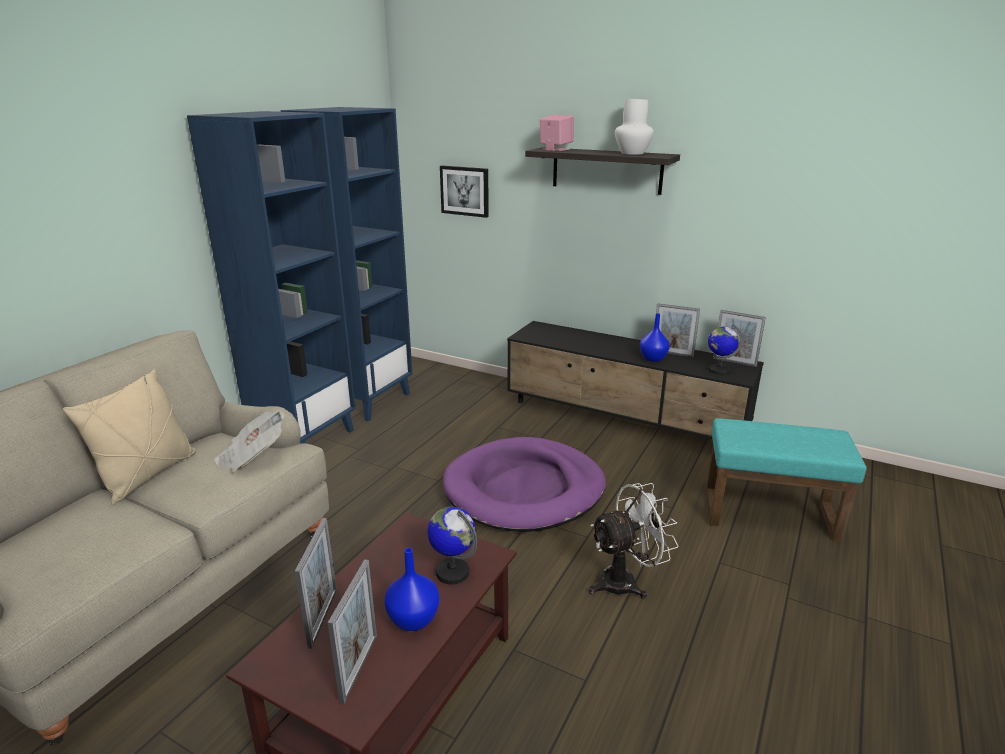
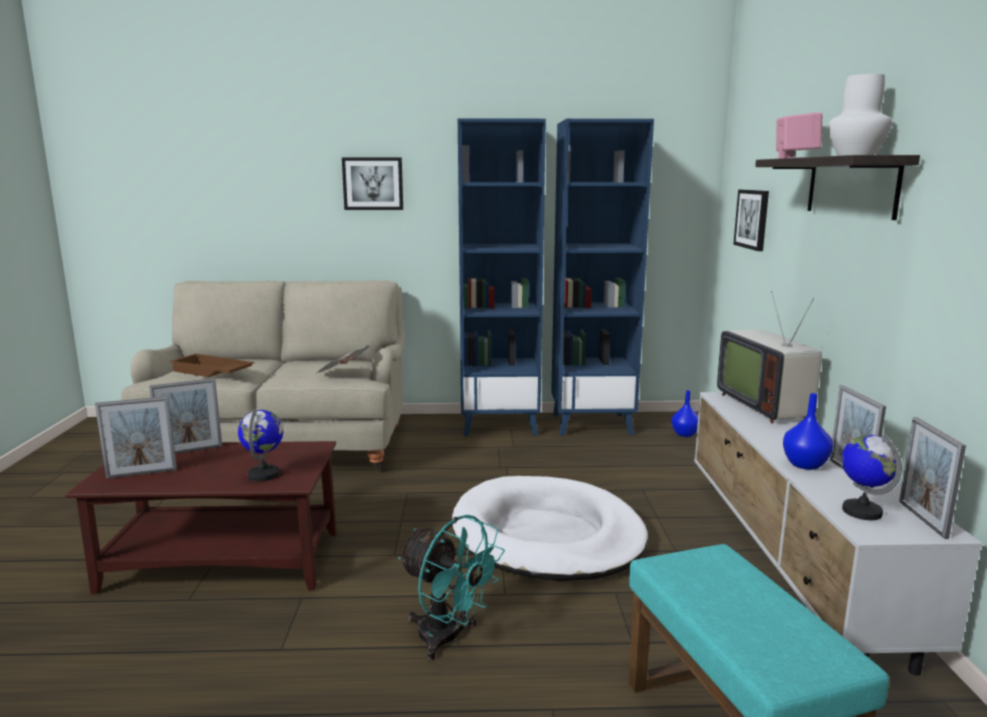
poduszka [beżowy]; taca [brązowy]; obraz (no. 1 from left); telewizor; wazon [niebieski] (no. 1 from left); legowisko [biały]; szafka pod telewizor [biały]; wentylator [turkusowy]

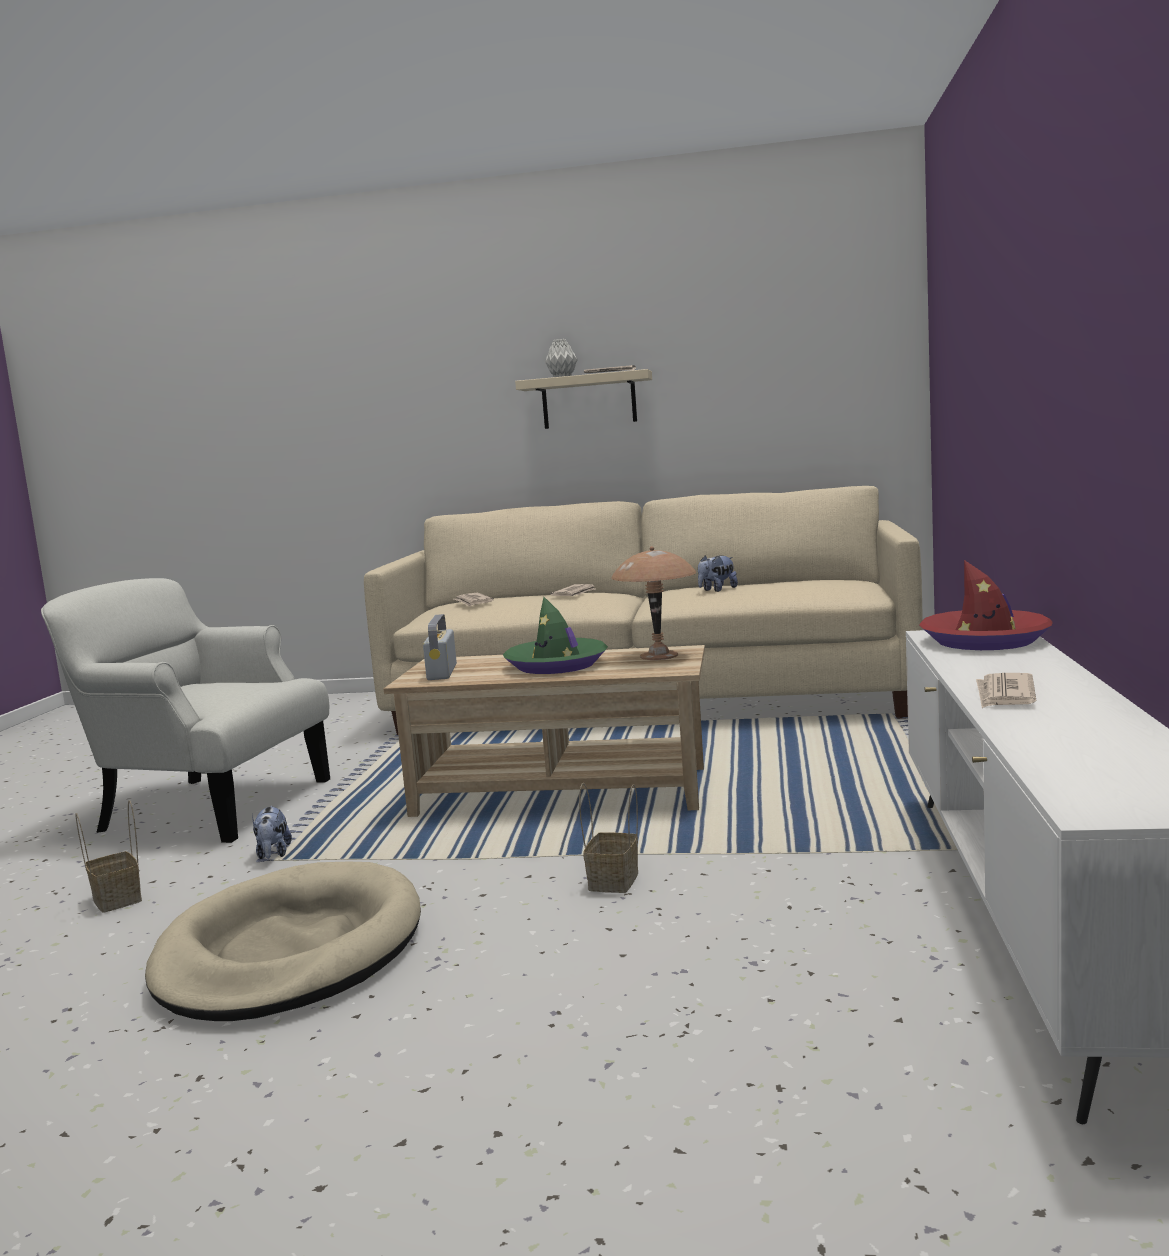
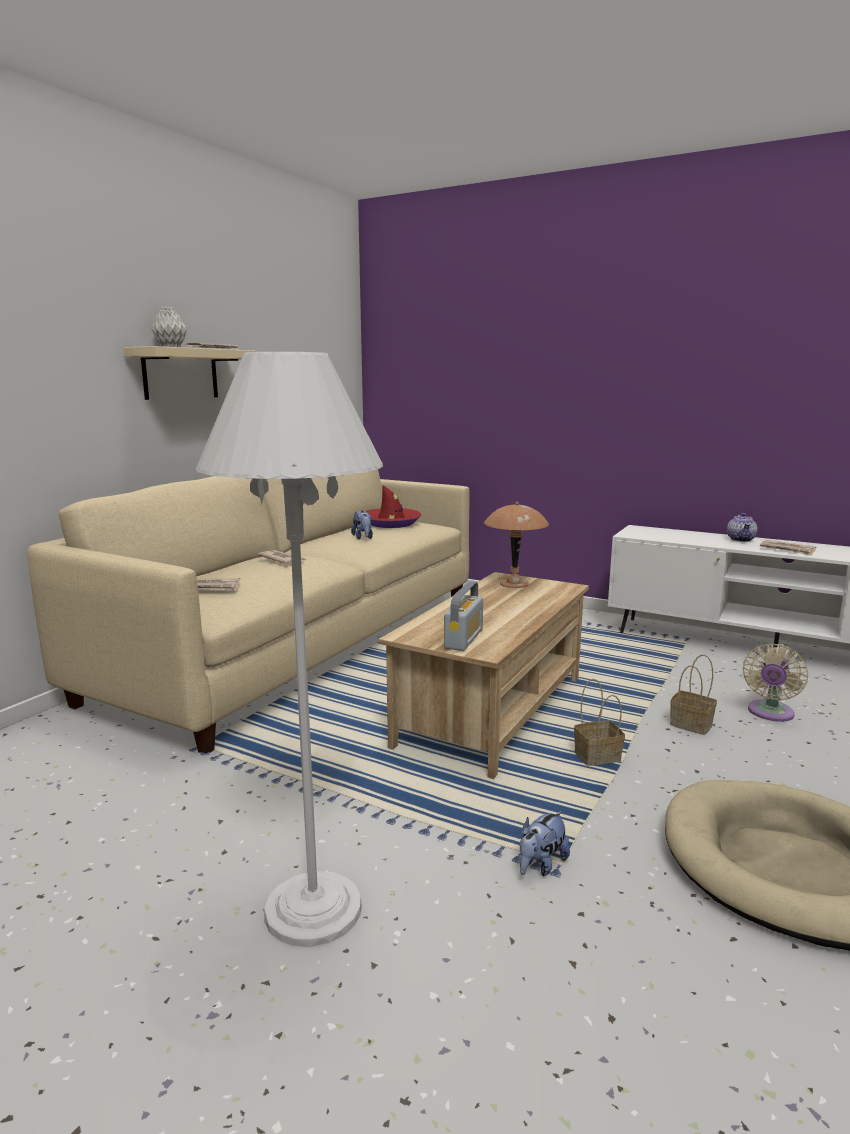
kapelusz [zielony]; imbryk; wentylator [beżowy]; koszyk (no. 1 from left); kapelusz [czerwony]; lampa stojąca [biały]; pluszak (no. 2 from left); radio

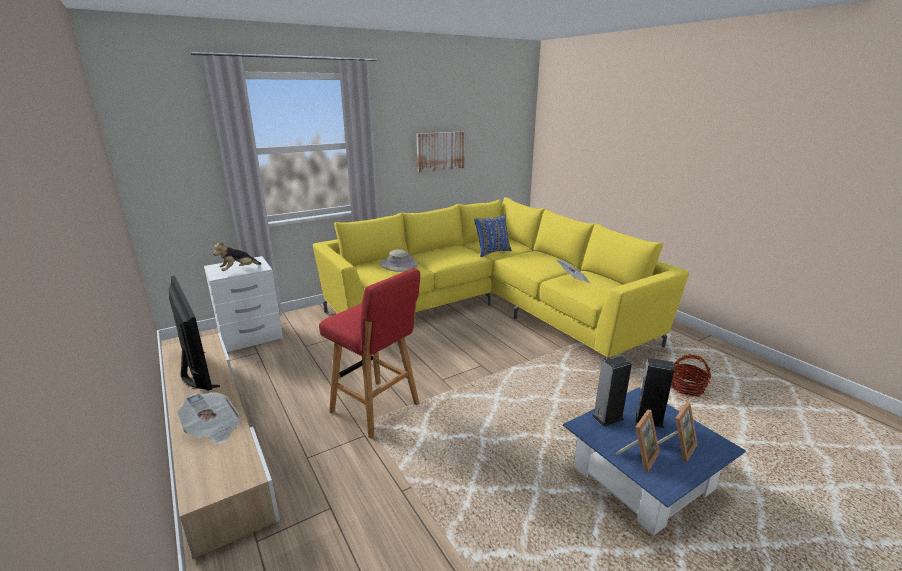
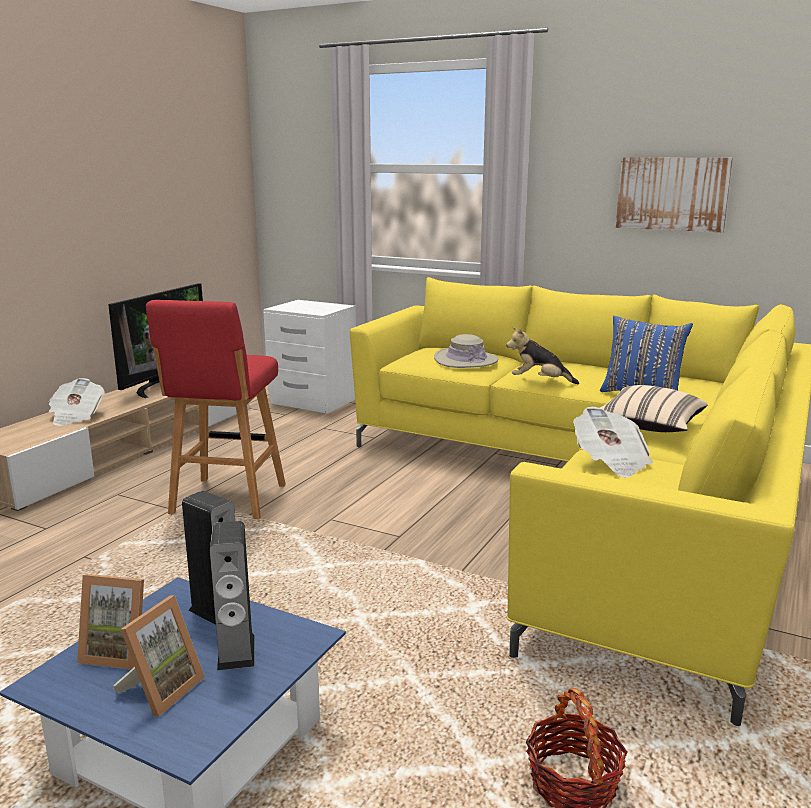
poduszka [beżowy]; pluszak; ramka na zdjęcie (no. 2 from left)

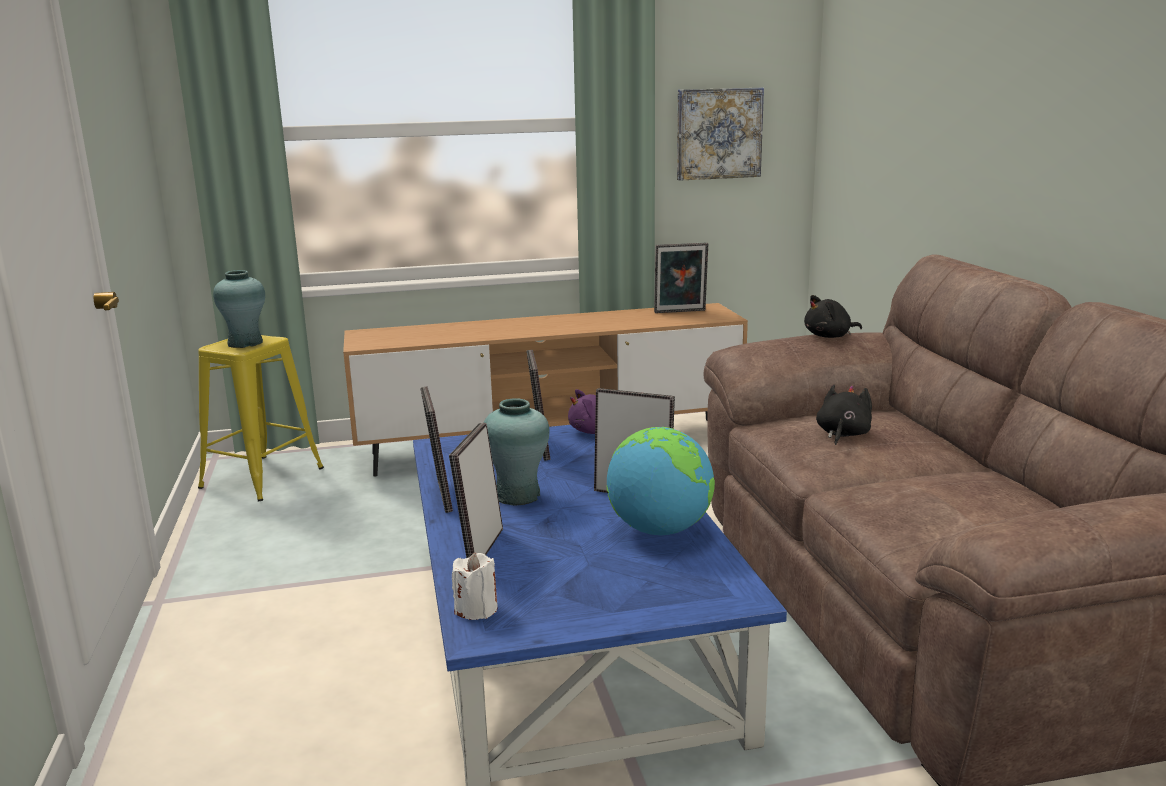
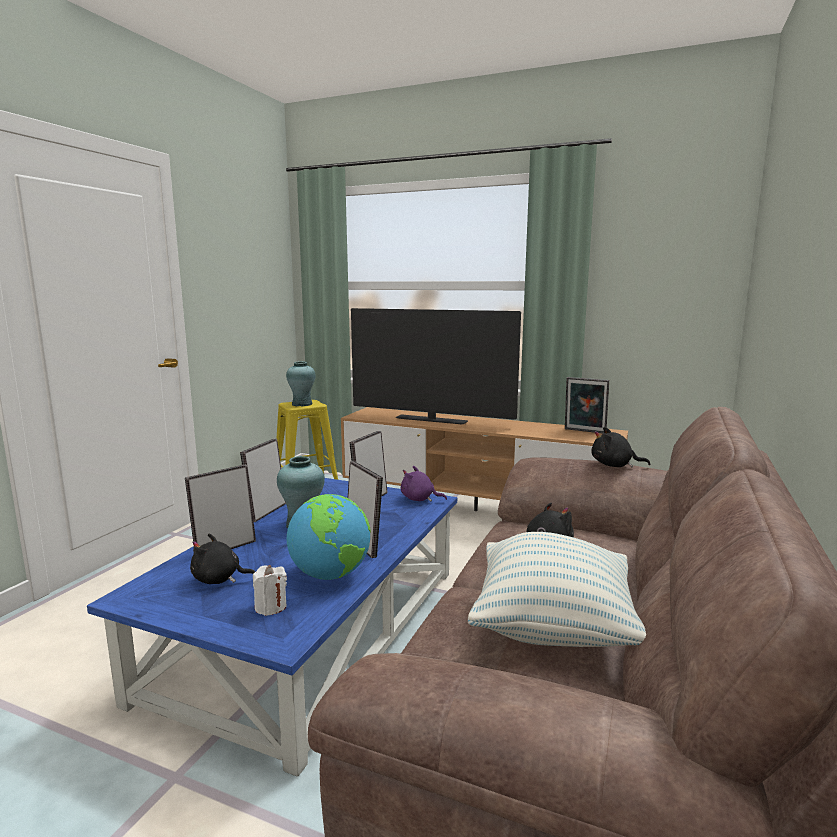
obraz; pluszak [czarny] (no. 1 from left); telewizor; poduszka; świeca [biały]

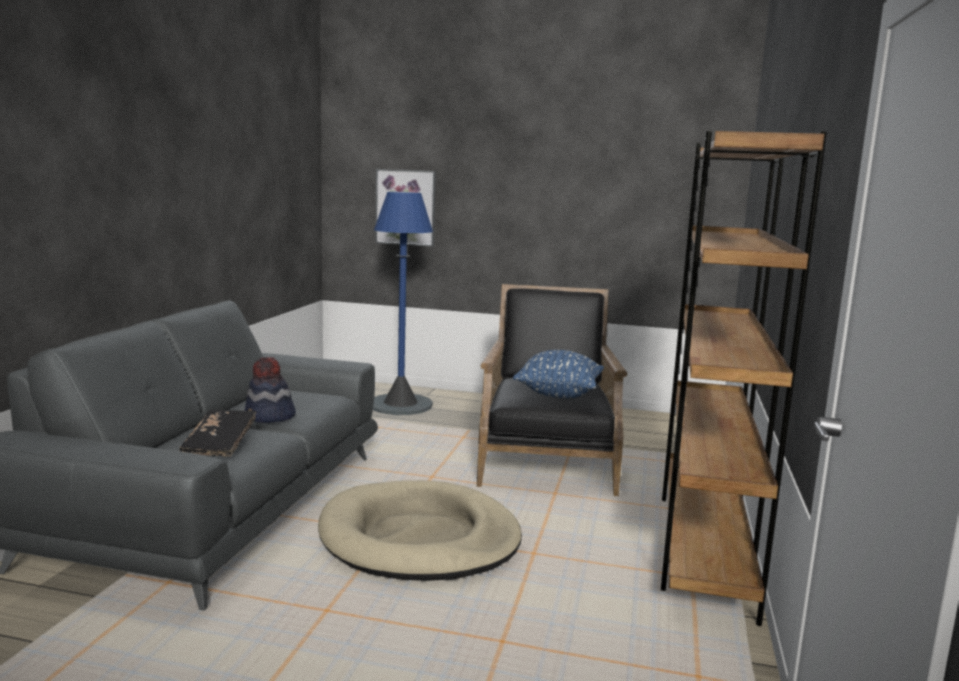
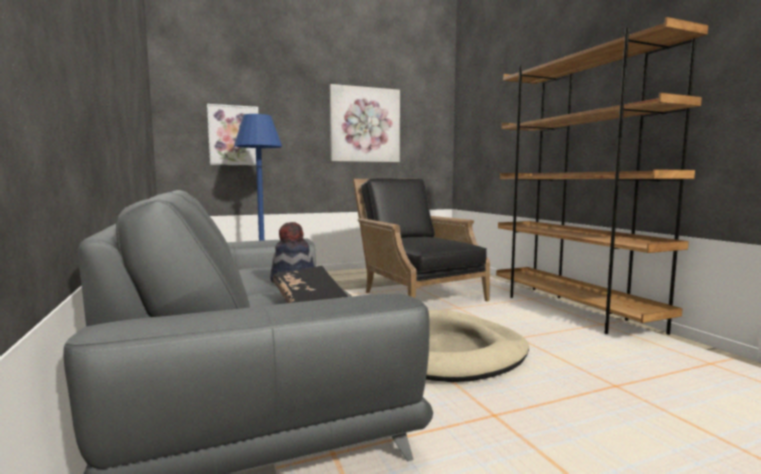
poduszka [niebieski]; obraz (no. 2 from left)

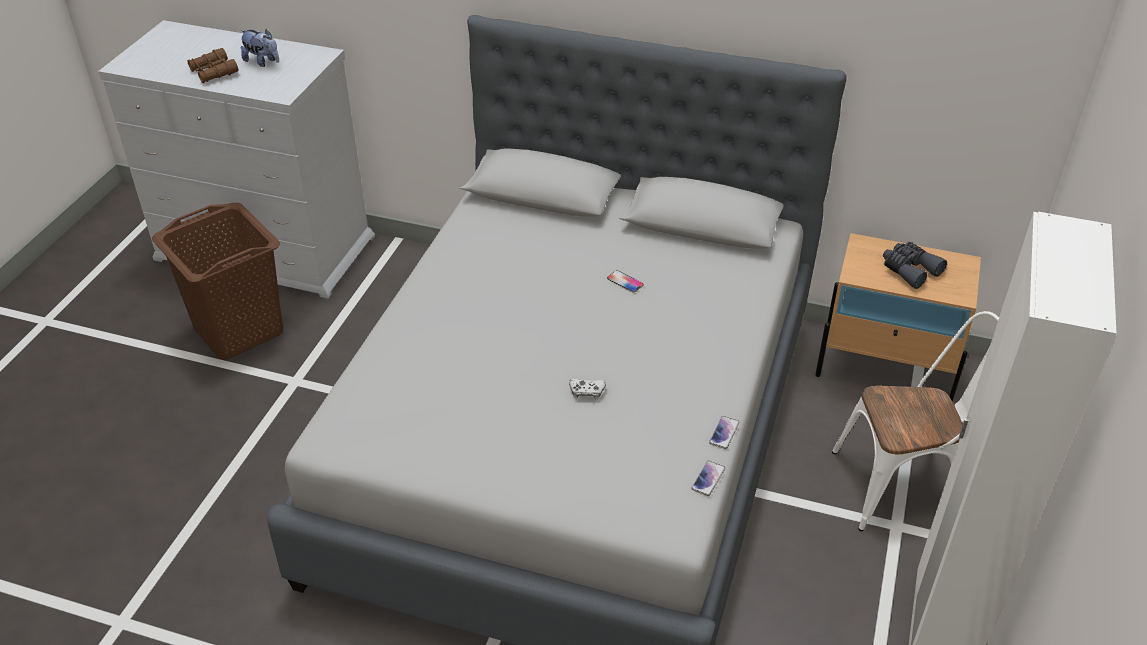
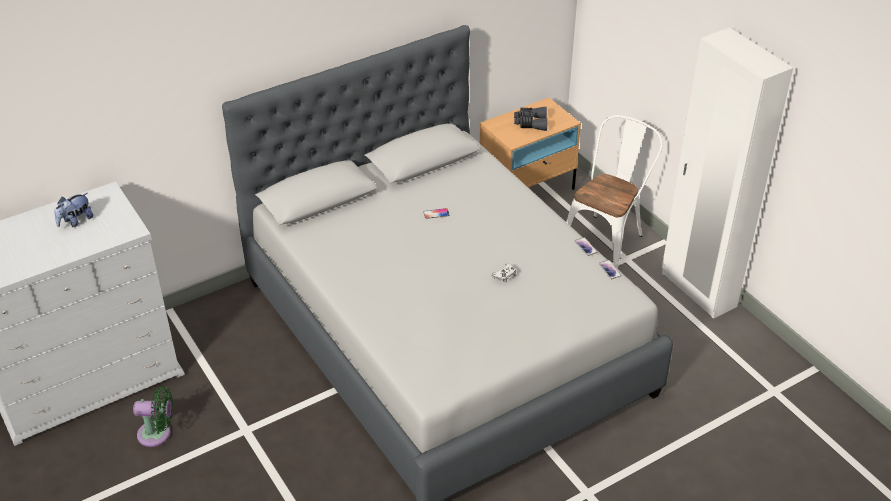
lornetka [brązowy]; wentylator [zielony]; pluszak

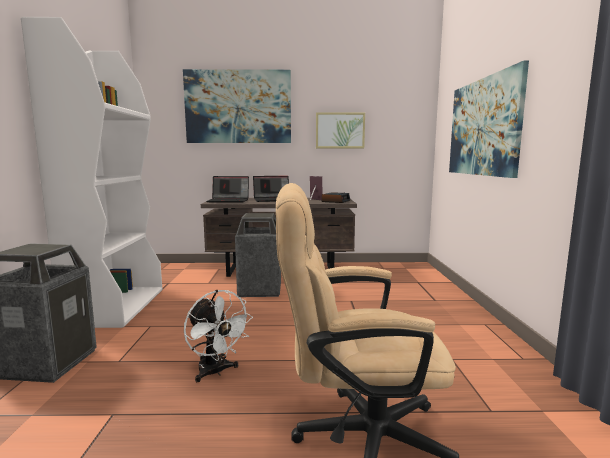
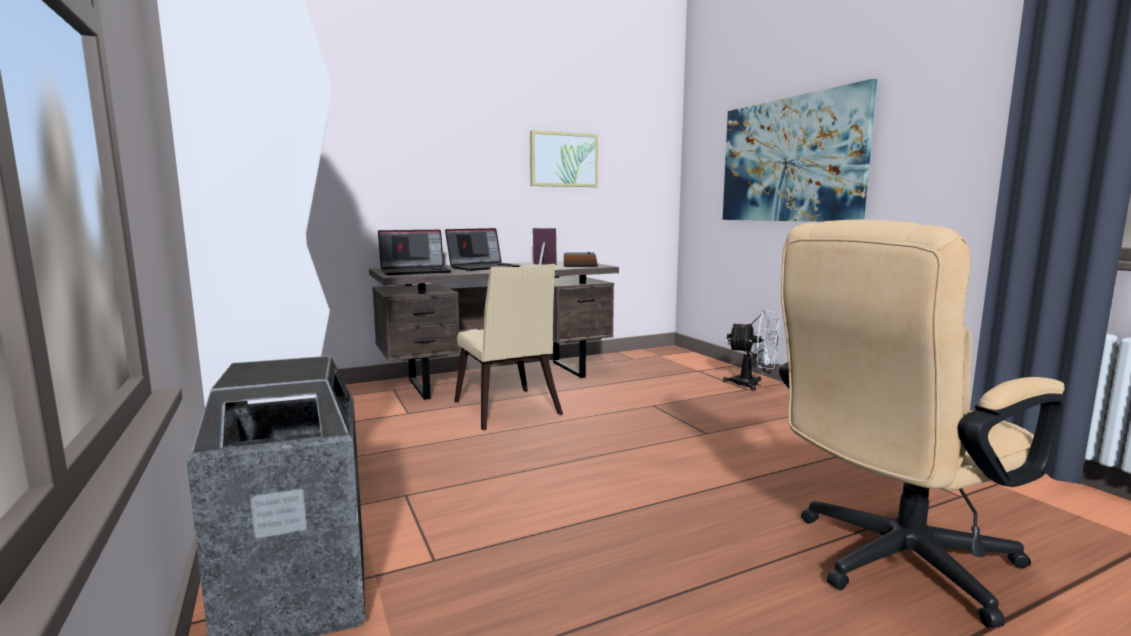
obraz (no. 1 from left in the first image); wentylator [biały]; krzesło [beżowy]

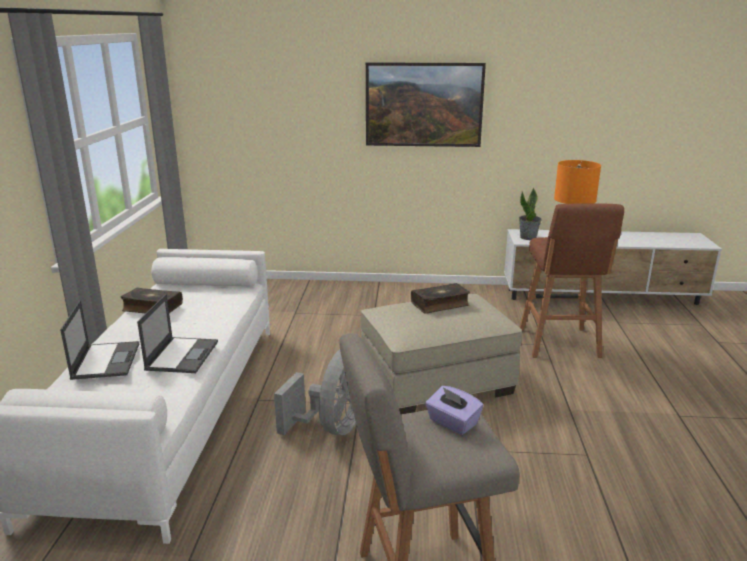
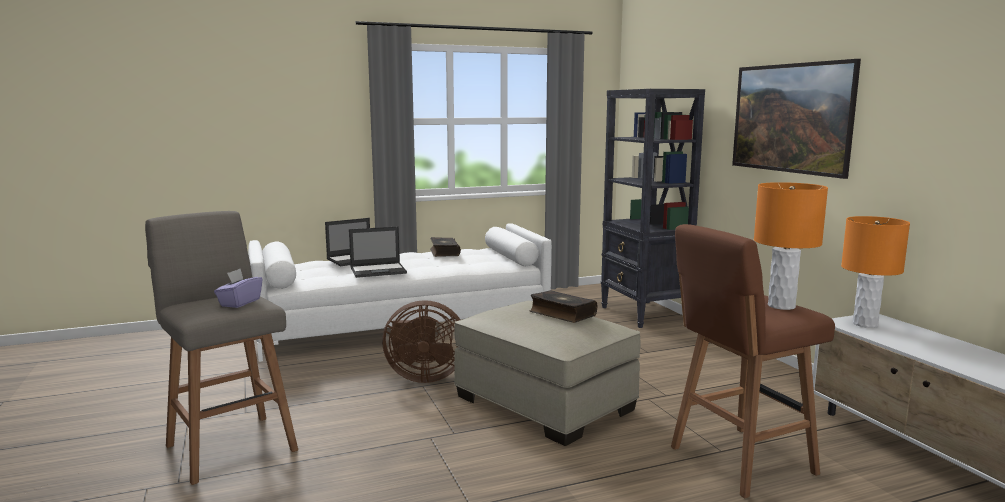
regał [czarny]; lampa stołowa [pomarańczowy] (no. 2 from left); wentylator [brązowy]

